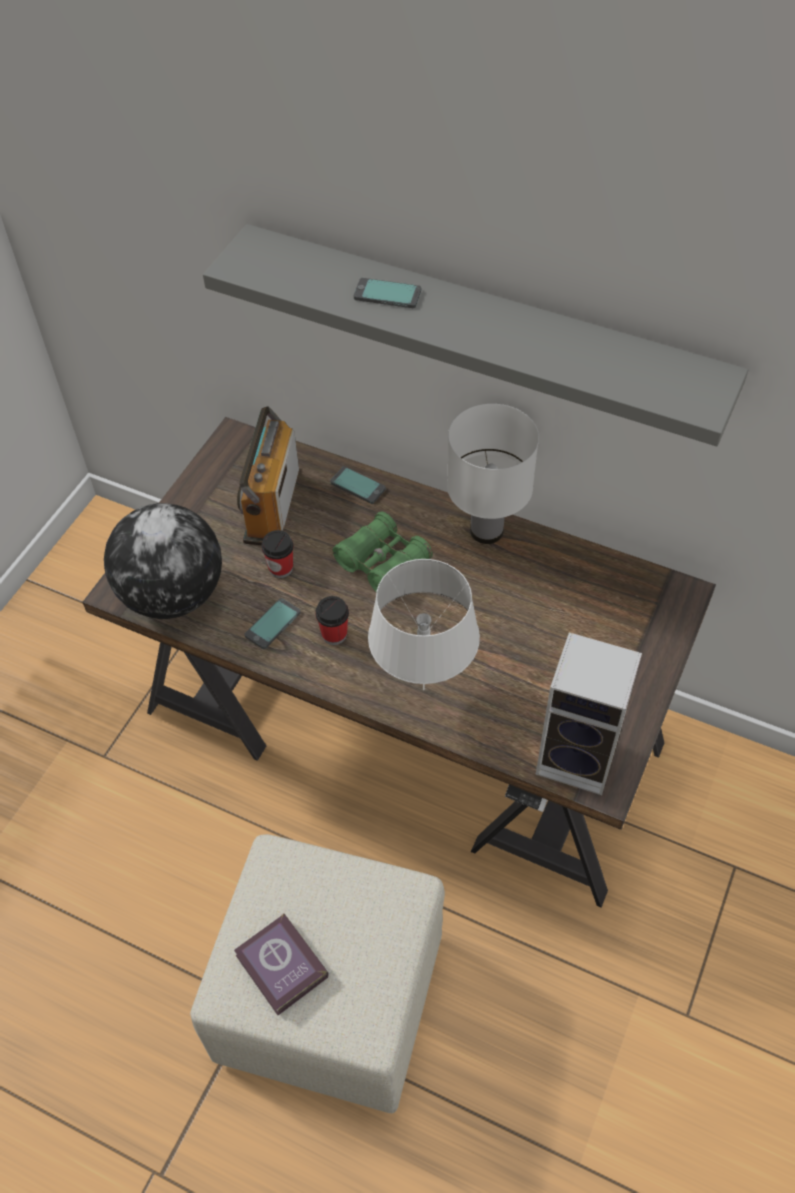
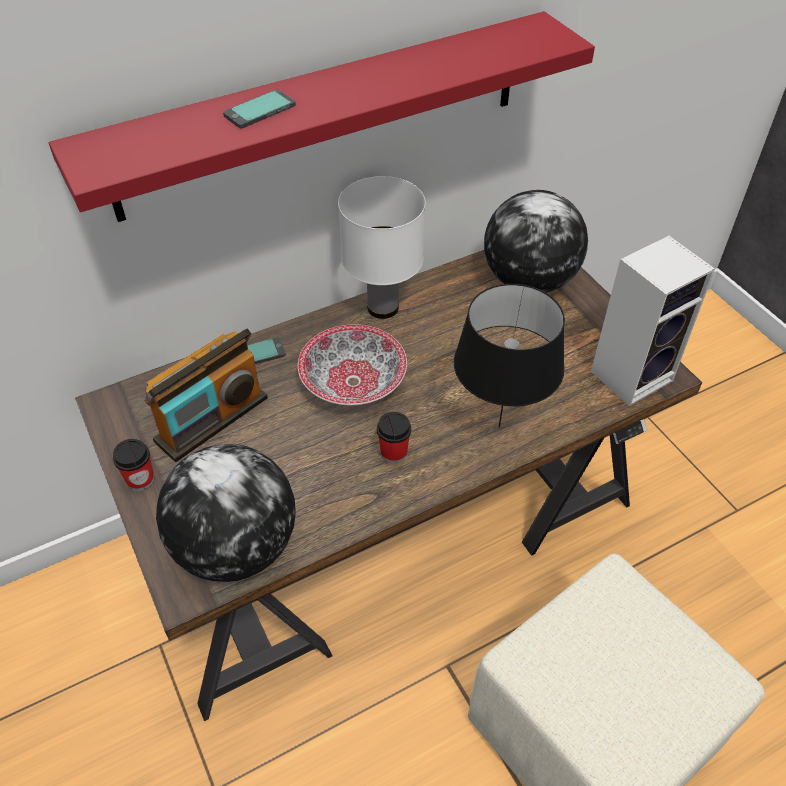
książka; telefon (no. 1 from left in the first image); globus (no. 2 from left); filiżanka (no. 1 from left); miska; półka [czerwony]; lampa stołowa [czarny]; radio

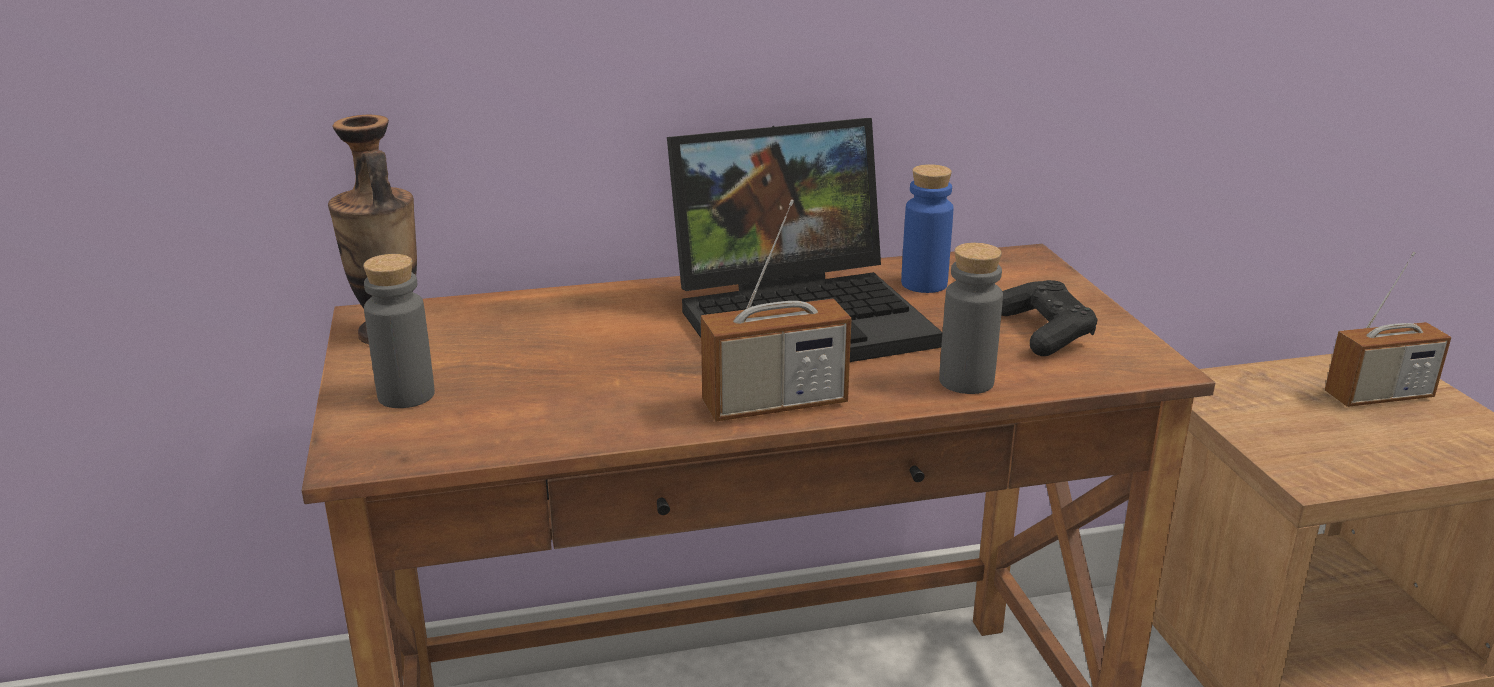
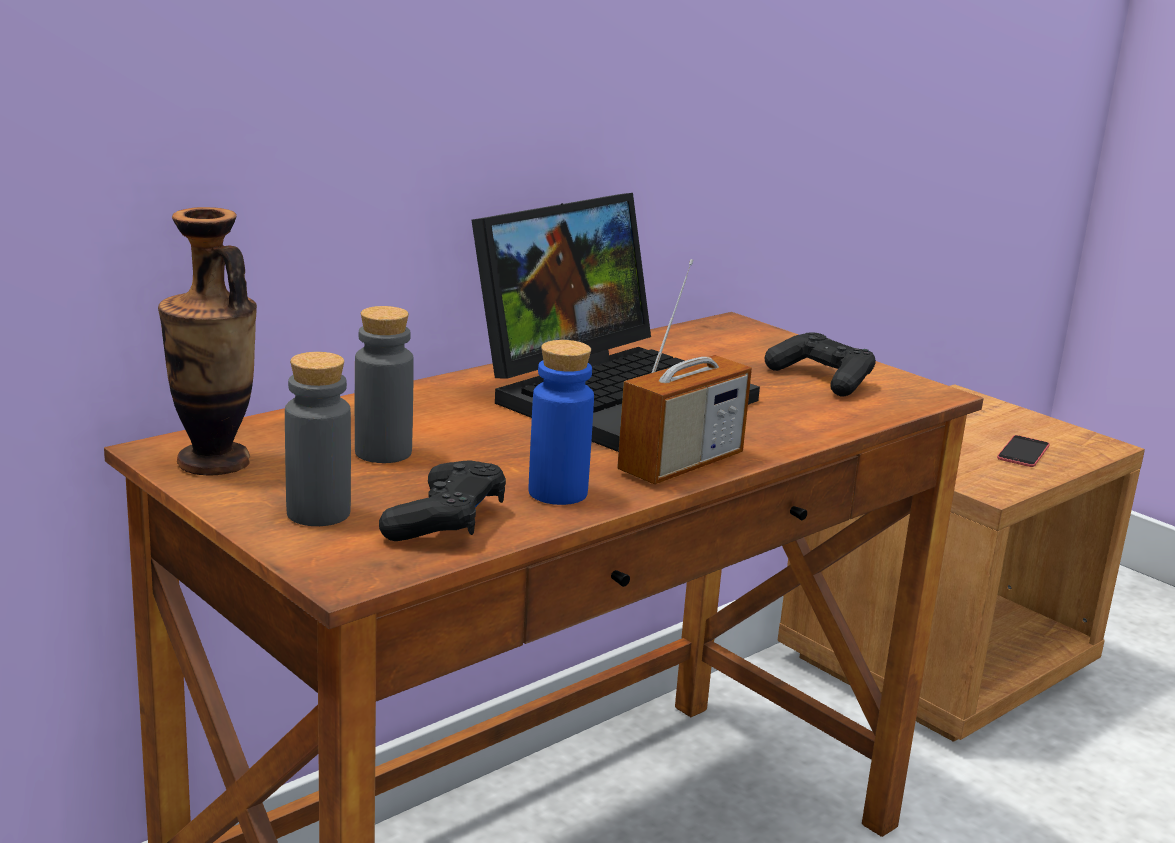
radio (no. 2 from left in the first image); pad do gier [czarny] (no. 1 from left); telefon; butelka [niebieski]; butelka [szary] (no. 2 from left)

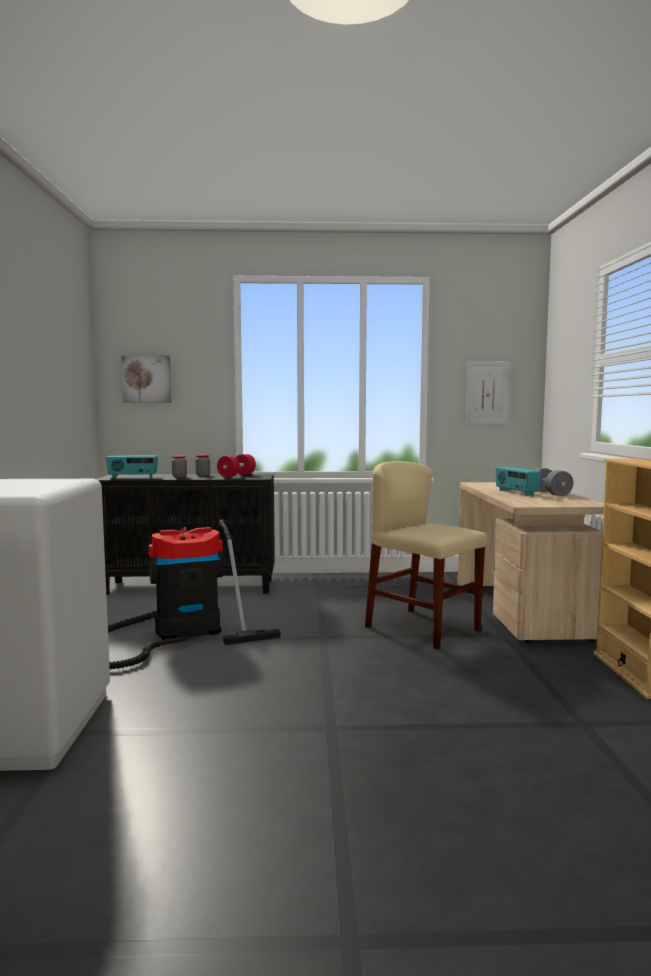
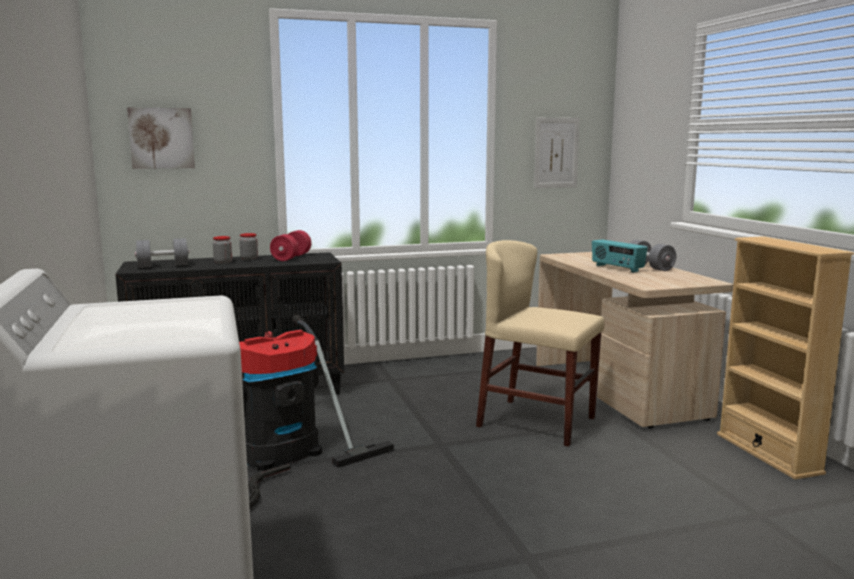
hantel [szary] (no. 1 from left)

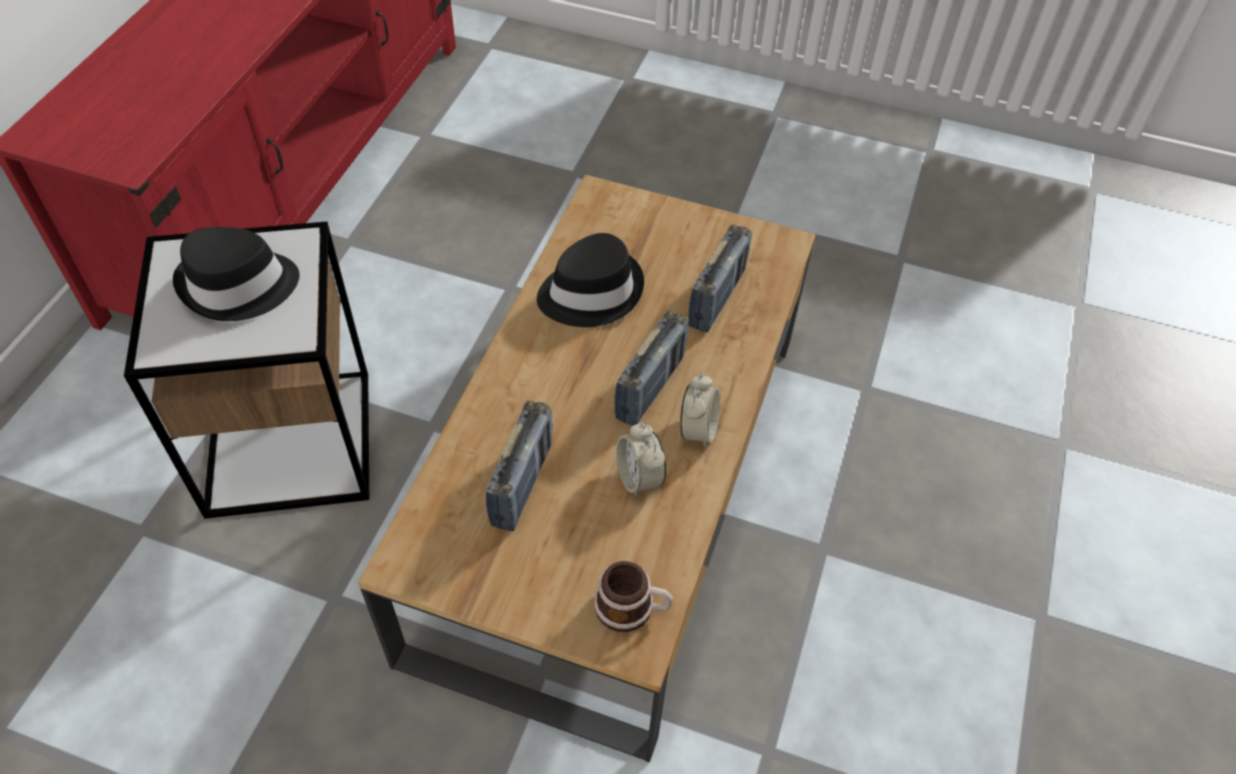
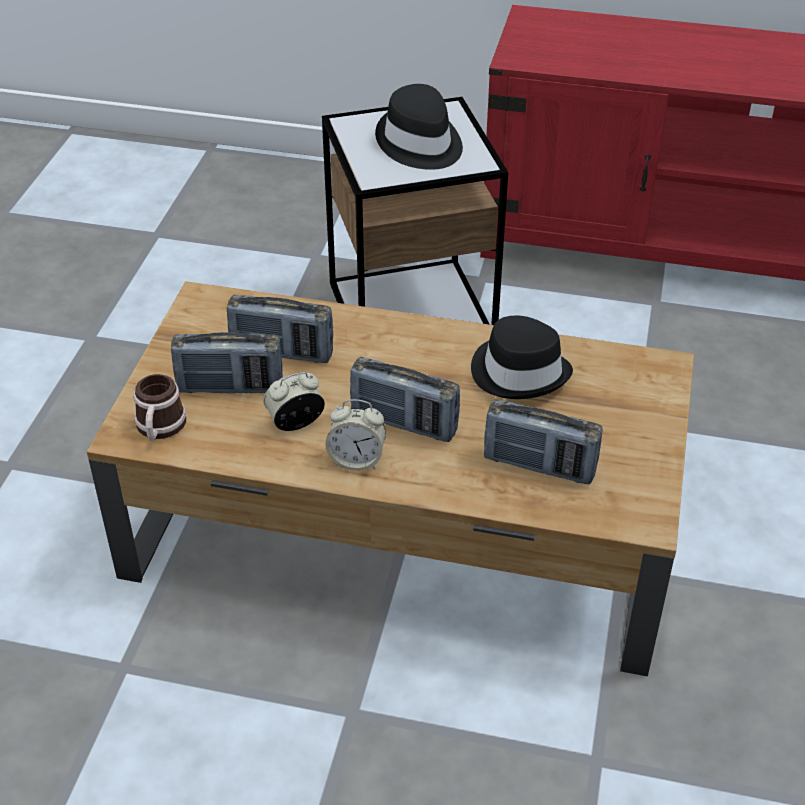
radio (no. 1 from left)

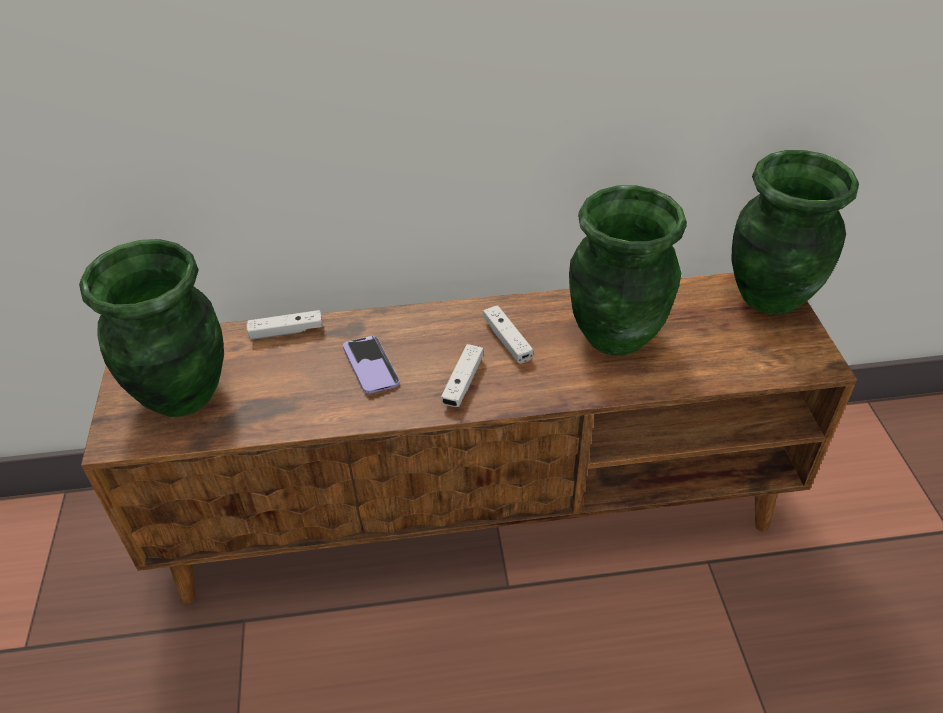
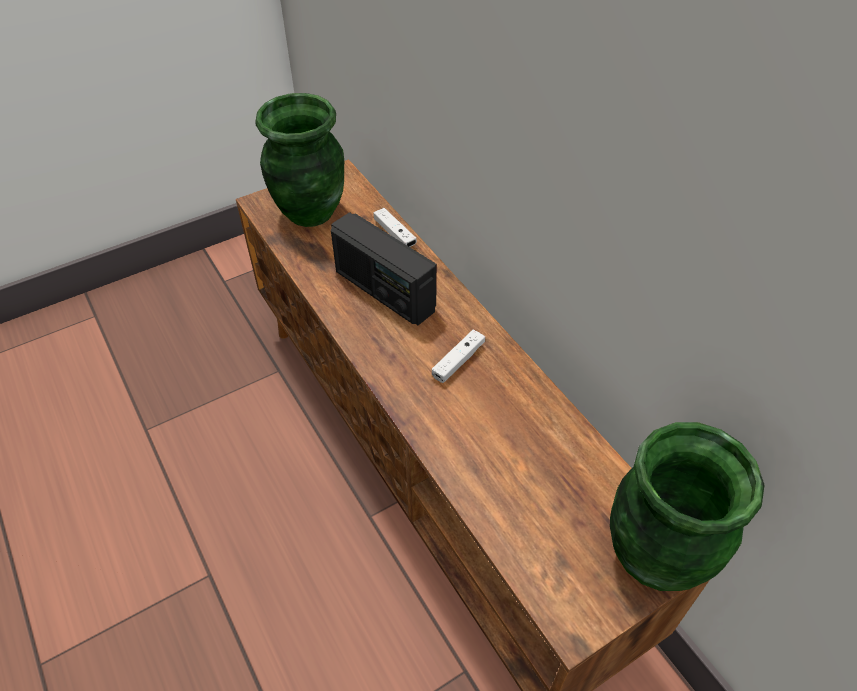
pad do gier [biały] (no. 2 from left in the first image); wazon [zielony] (no. 2 from left in the first image); radio

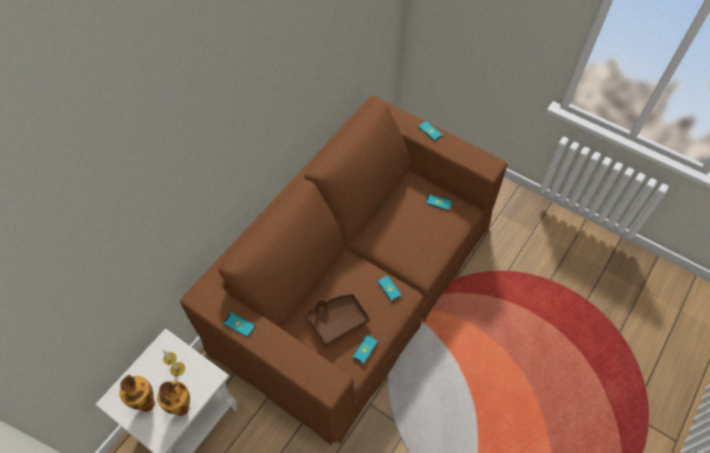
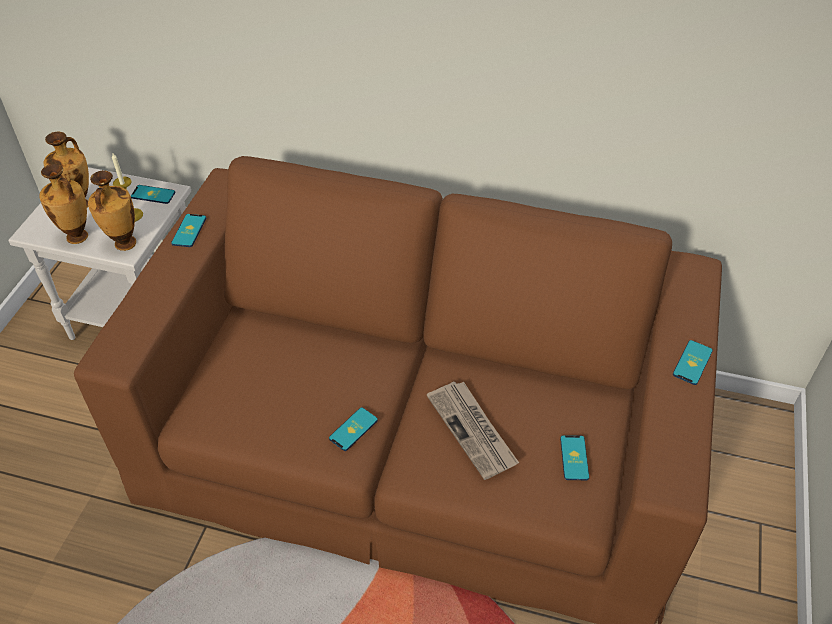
taca [brązowy]; wazon (no. 3 from left); gazeta; telefon (no. 1 from left)

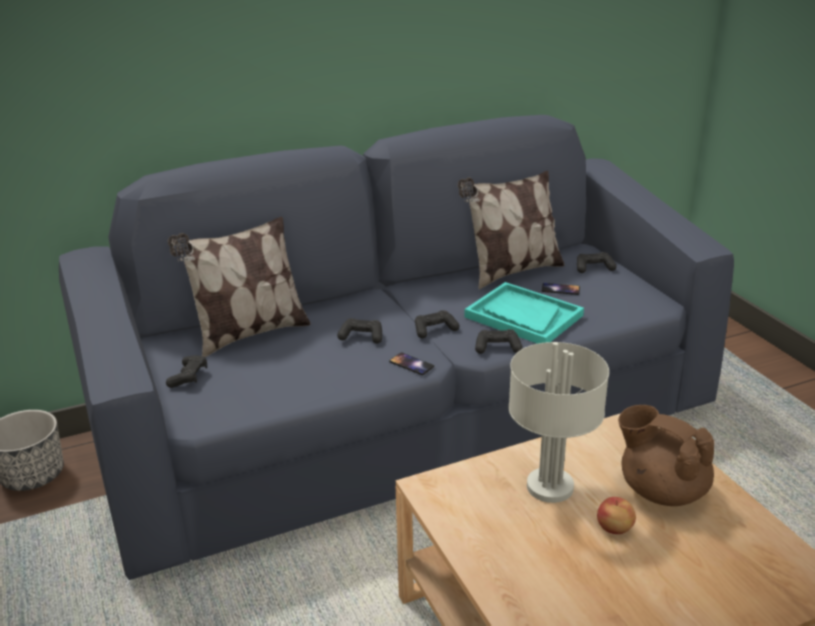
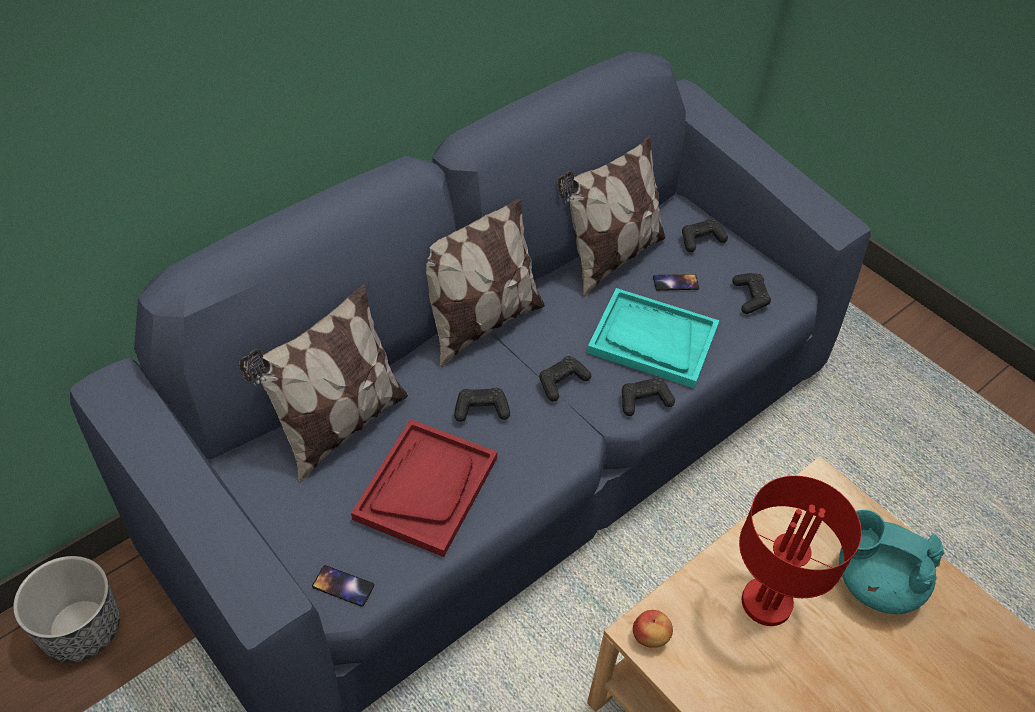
taca [czerwony]; poduszka (no. 2 from left); pad do gier [czarny] (no. 5 from left); telefon (no. 1 from left); jabłko; lampa stołowa [czerwony]; imbryk [turkusowy]

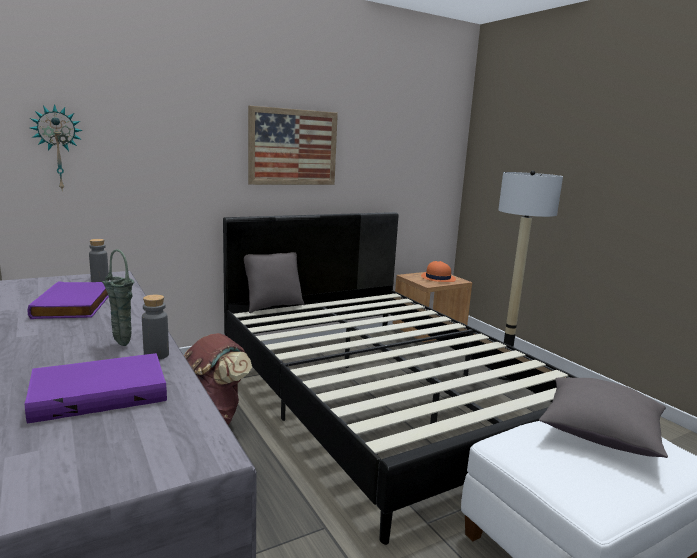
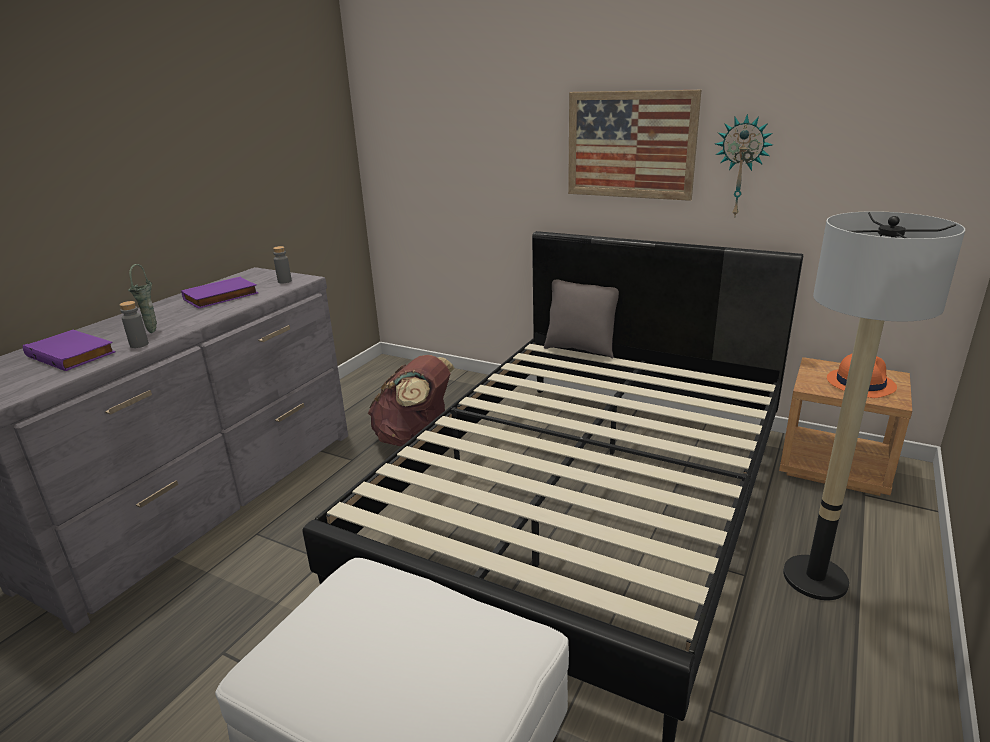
poduszka [szary] (no. 2 from left in the first image); zegar ścienny

